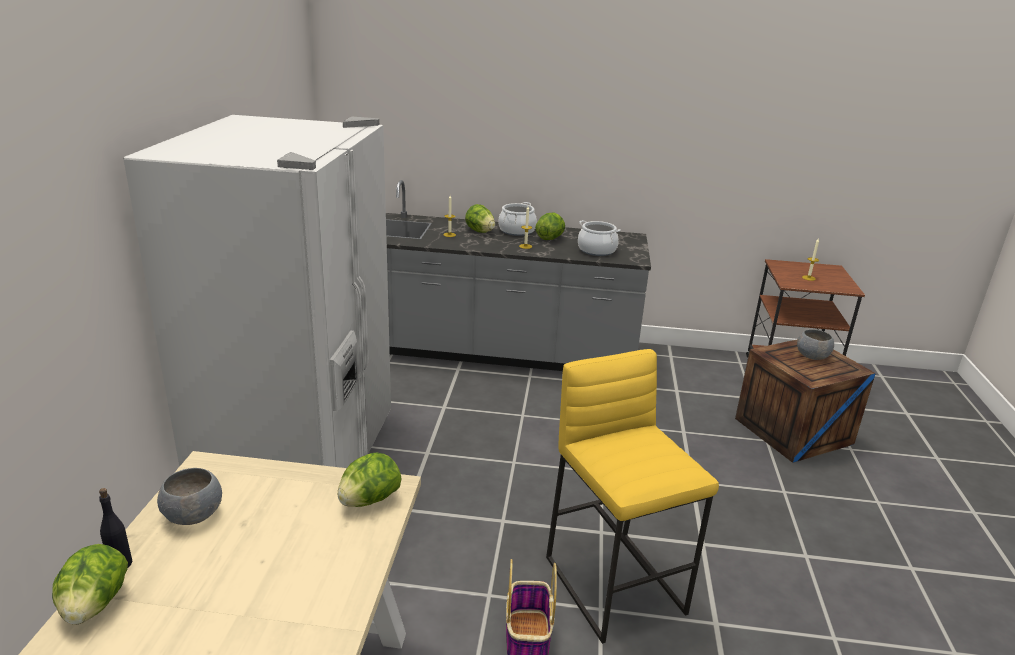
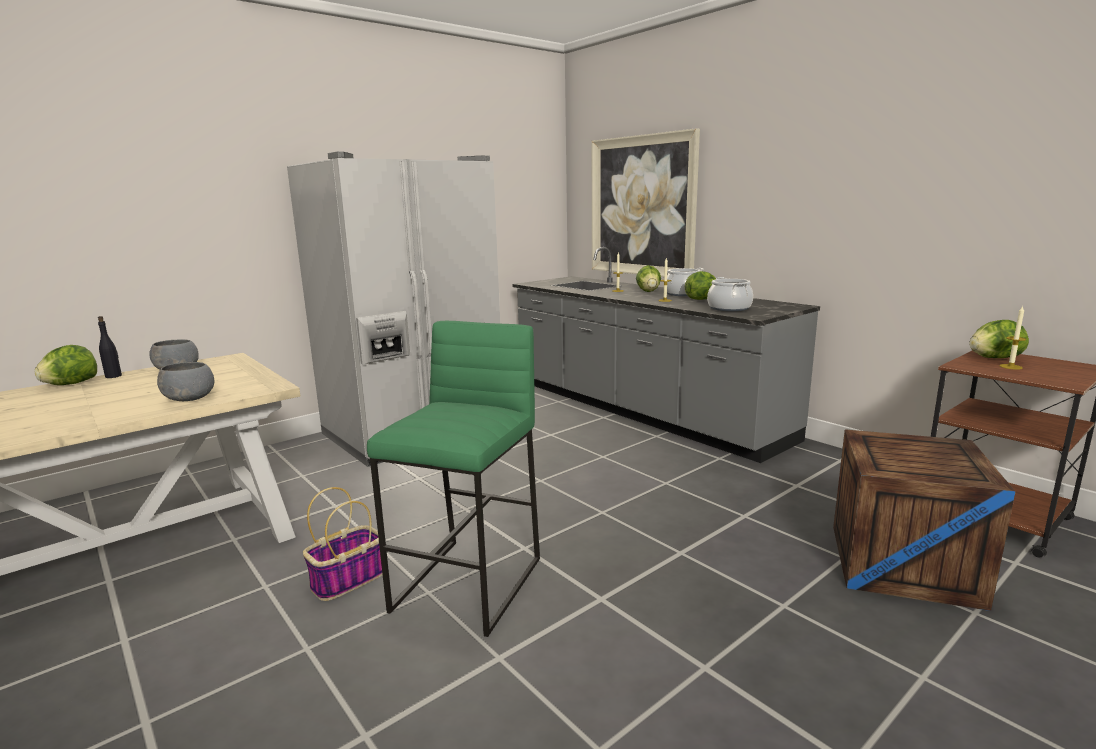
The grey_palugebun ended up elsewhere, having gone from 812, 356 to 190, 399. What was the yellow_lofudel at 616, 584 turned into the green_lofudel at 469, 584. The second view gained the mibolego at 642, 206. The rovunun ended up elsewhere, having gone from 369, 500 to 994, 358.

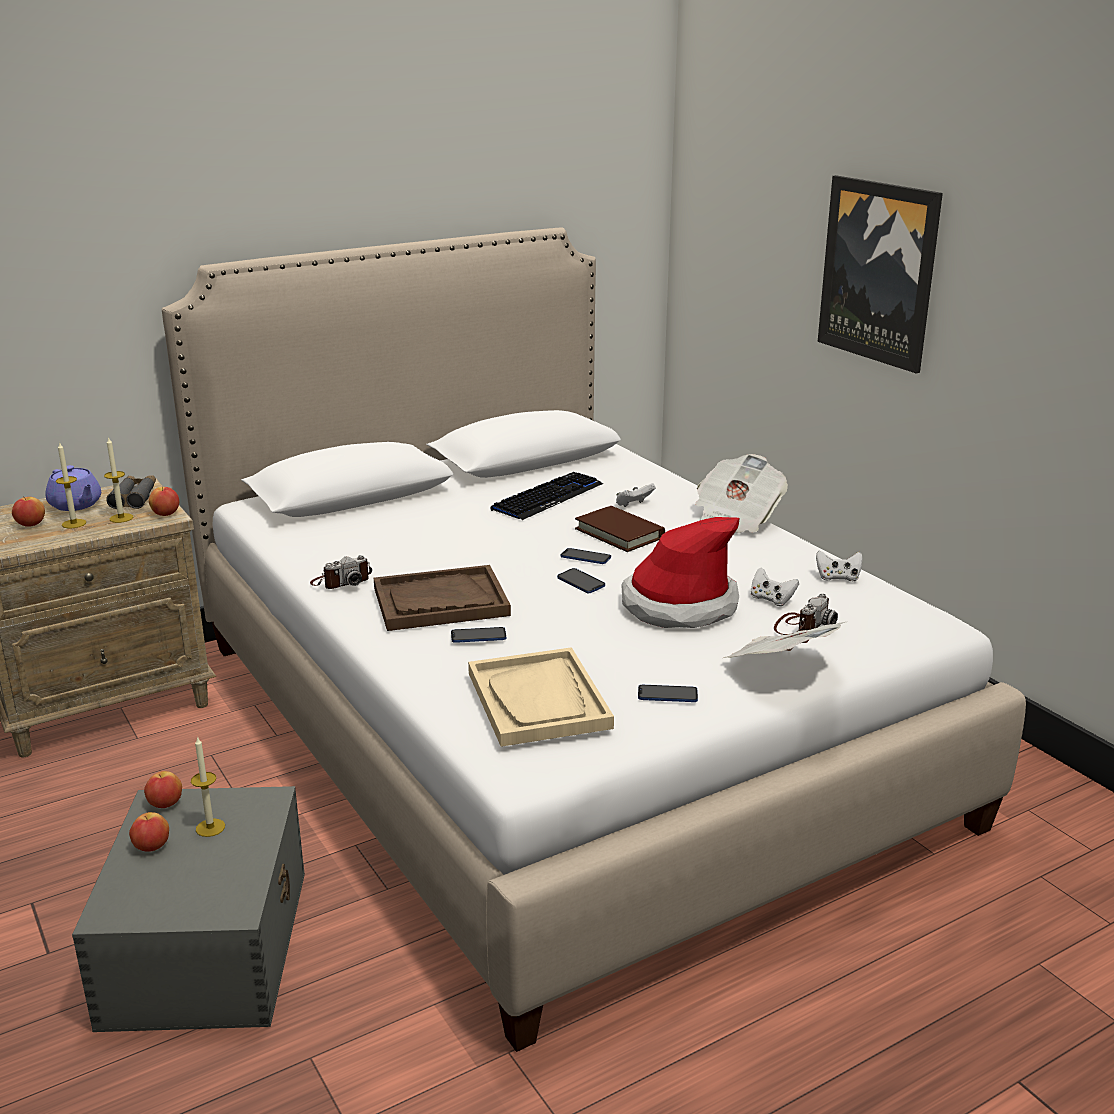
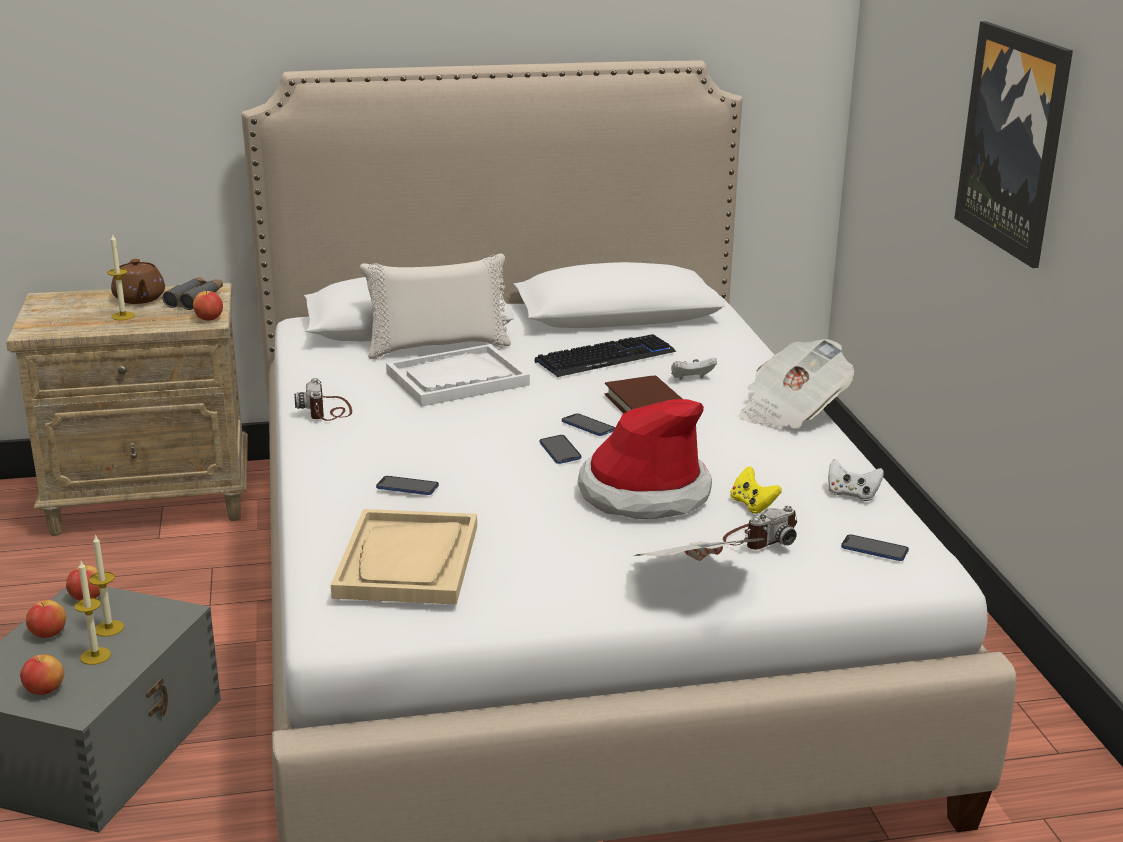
The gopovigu ended up elsewhere, having gone from 31, 525 to 44, 690. The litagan ended up elsewhere, having gone from 121, 518 to 95, 656. What was the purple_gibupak at 76, 505 turned into the brown_gibupak at 139, 299. The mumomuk at 341, 581 ended up facing another way, 90 degrees clockwise from before. The second view gained the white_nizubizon at 438, 347. The second view gained the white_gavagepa at 457, 379. What was the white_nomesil at 771, 599 turned into the yellow_nomesil at 752, 505. The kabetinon ended up elsewhere, having gone from 667, 695 to 874, 549. The second view lost the brown_gavagepa at 440, 602.

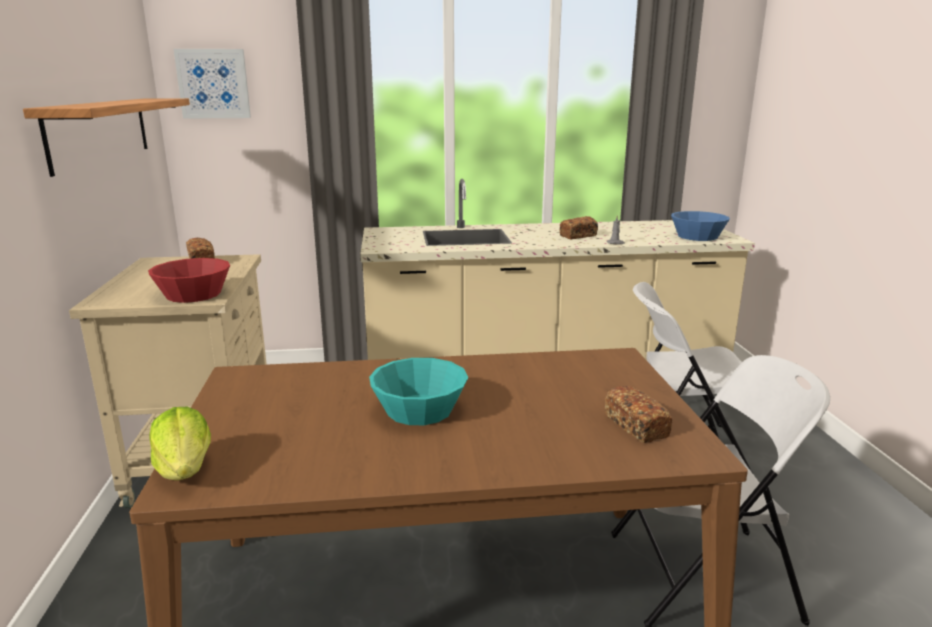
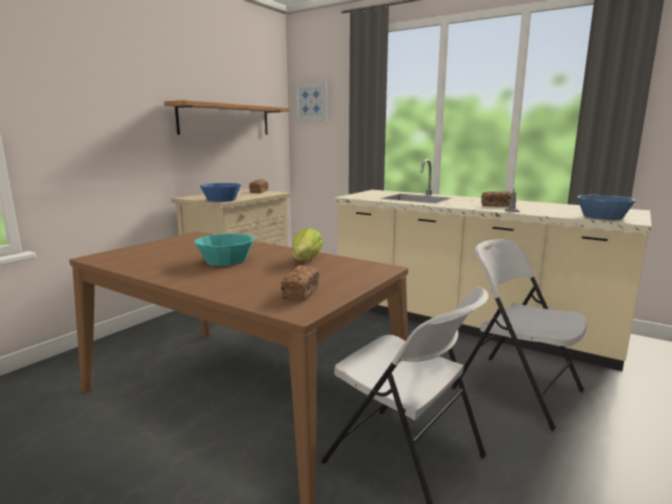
What was the red_palugebun at 194, 294 turned into the blue_palugebun at 221, 199. The rovunun ended up elsewhere, having gone from 185, 469 to 307, 259.

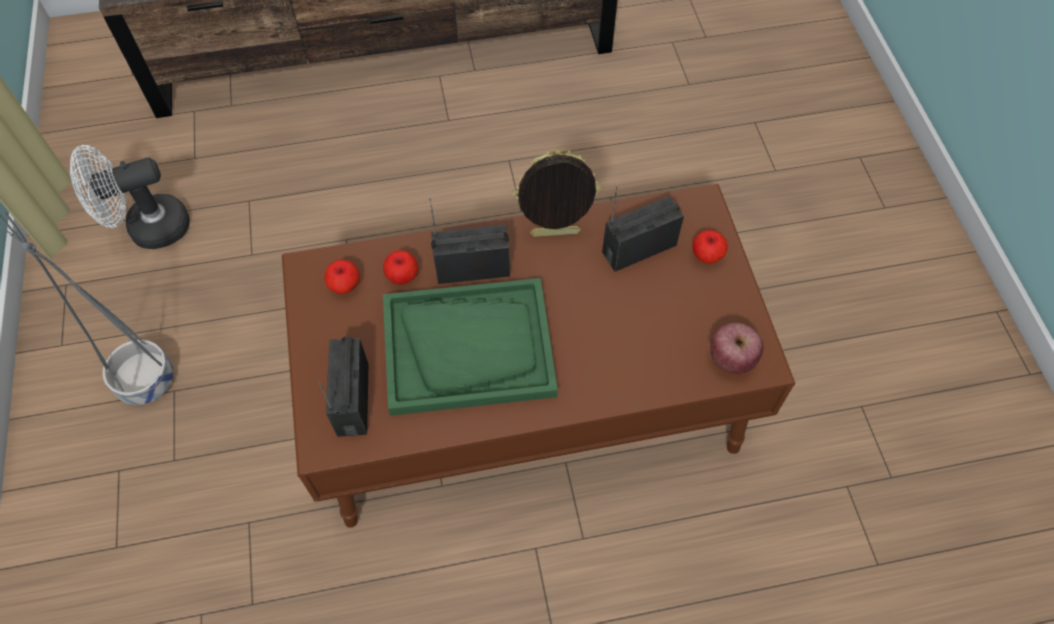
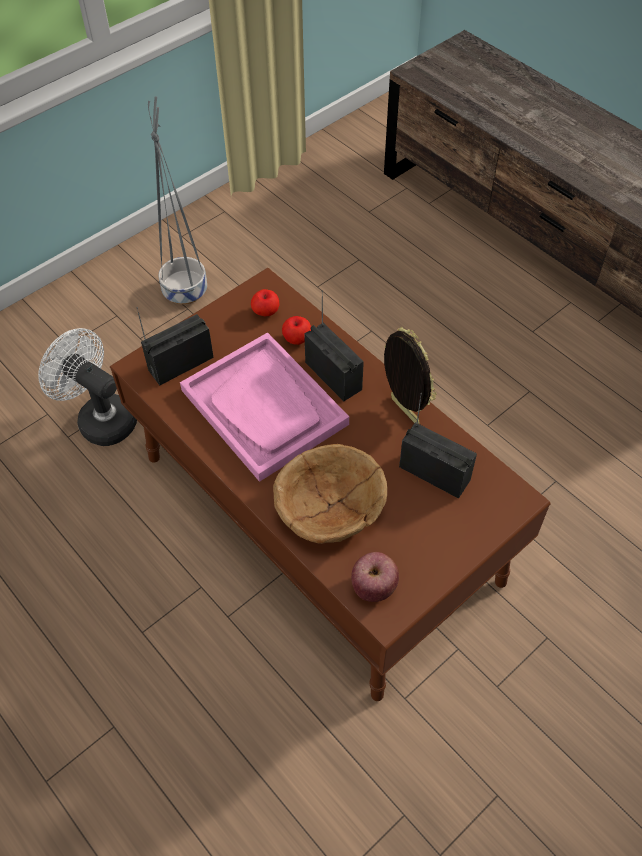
The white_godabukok ended up elsewhere, having gone from 149, 229 to 100, 418. What was the green_gavagepa at 469, 348 turned into the pink_gavagepa at 264, 407. The second view gained the brown_palugebun at 329, 509. The second view lost the gopovigu at 707, 256.

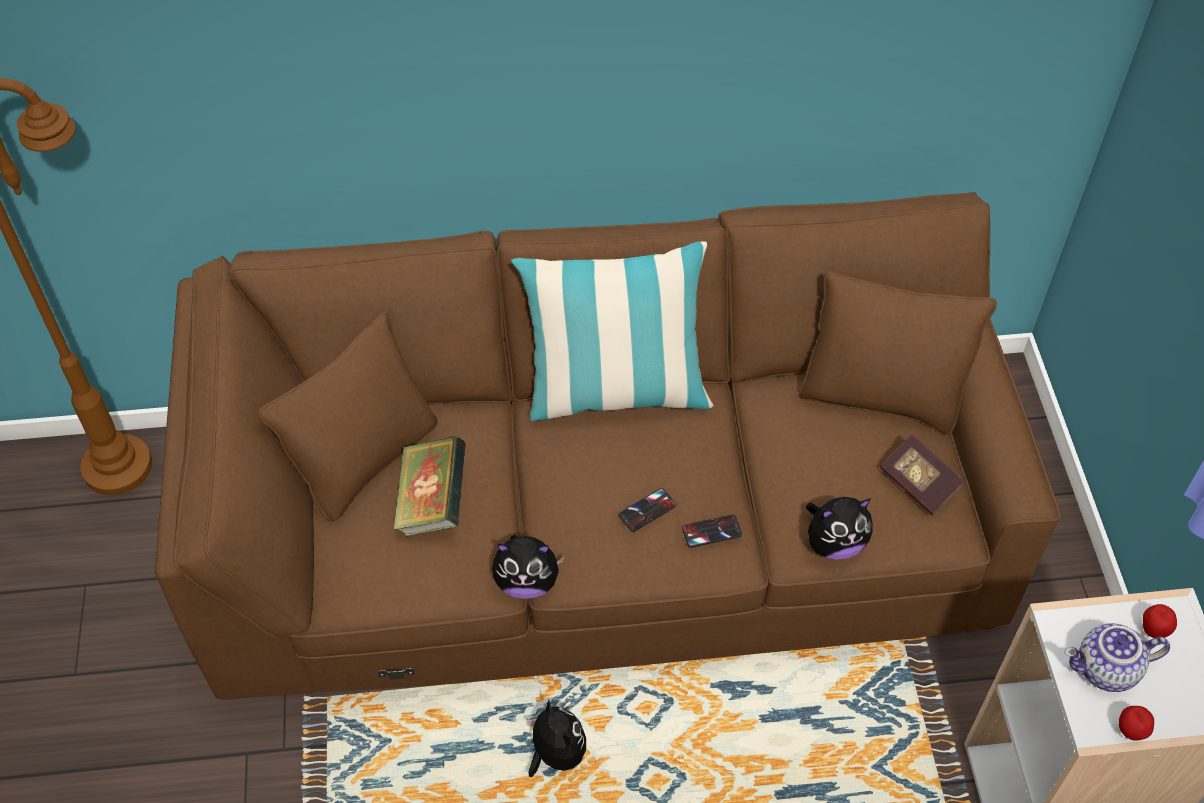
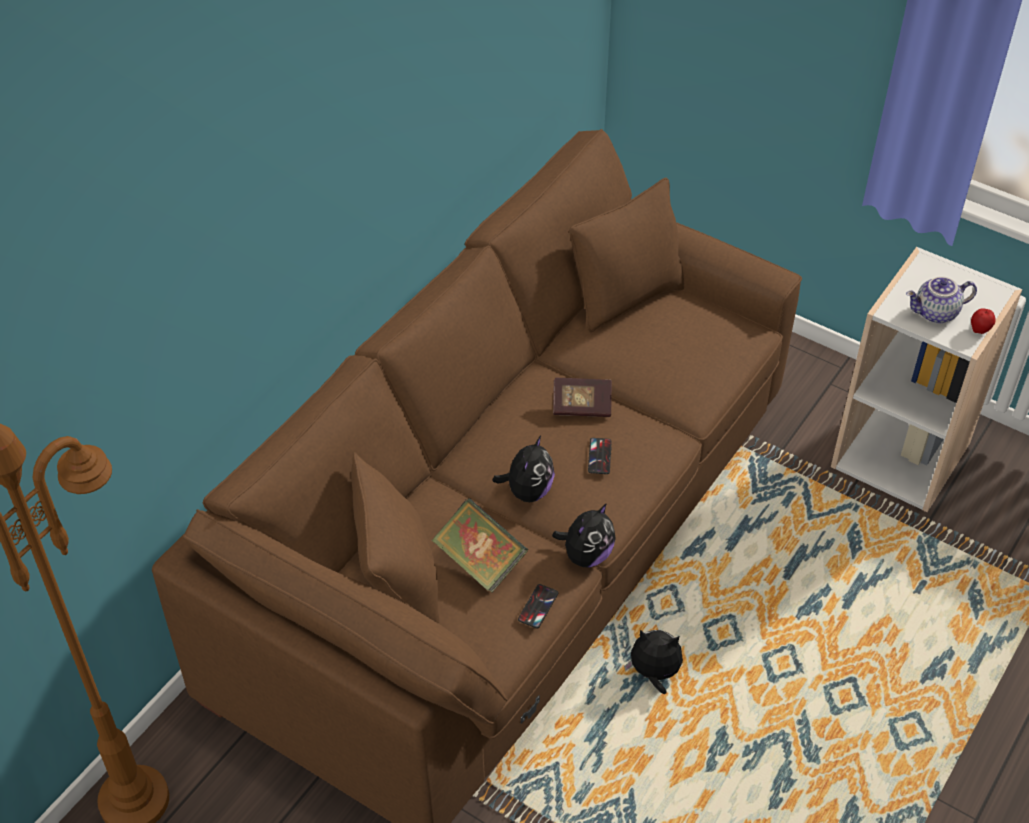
The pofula ended up elsewhere, having gone from 834, 544 to 527, 491. The kabetinon ended up elsewhere, having gone from 711, 531 to 538, 606. The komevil ended up elsewhere, having gone from 918, 483 to 581, 406. The gibupak at 1106, 671 ended up facing another way, 45 degrees clockwise from before. The second view lost the nizubizon at 616, 393. The second view lost the gopovigu at 1153, 631.

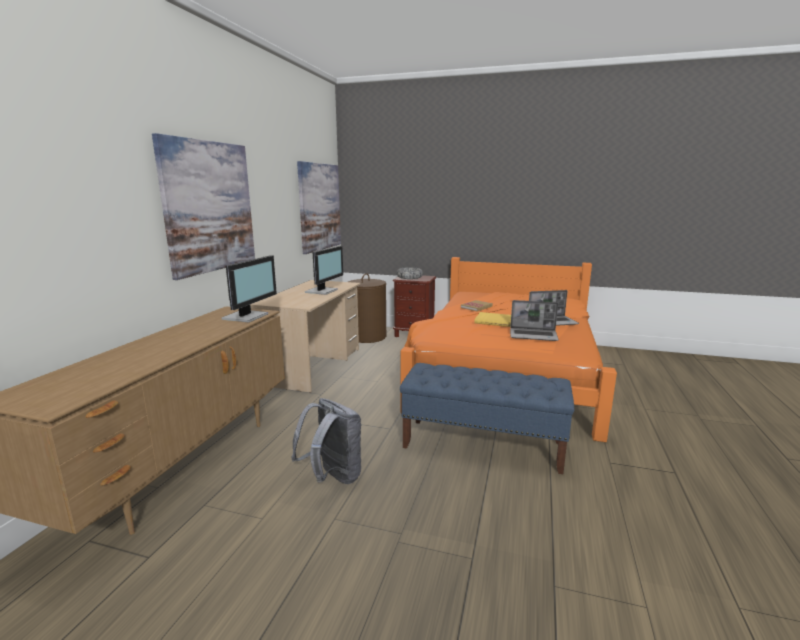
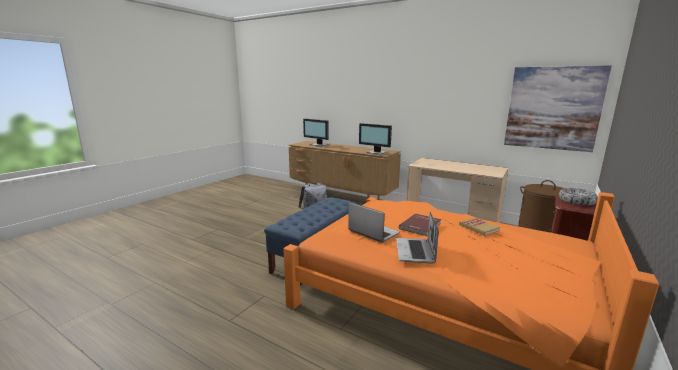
The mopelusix ended up elsewhere, having gone from 323, 291 to 319, 145. The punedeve at 534, 335 ended up facing another way, 105 degrees clockwise from before. What was the yellow_komevil at 495, 321 turned into the red_komevil at 421, 226. The second view lost the mibolego at 209, 207.

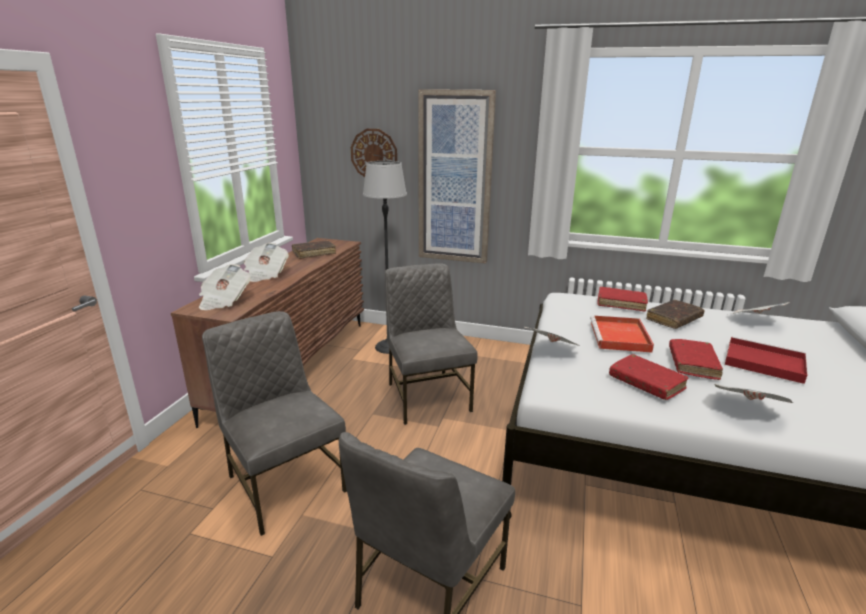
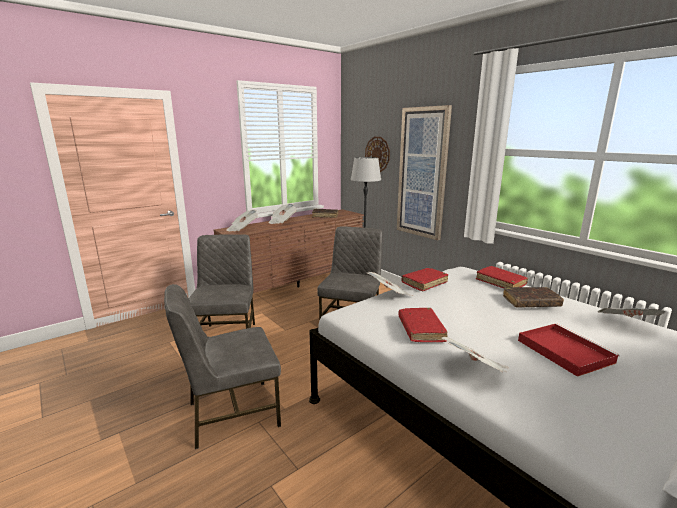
The red_komevil ended up elsewhere, having gone from 692, 364 to 424, 283. The second view lost the red_gavagepa at 620, 337.

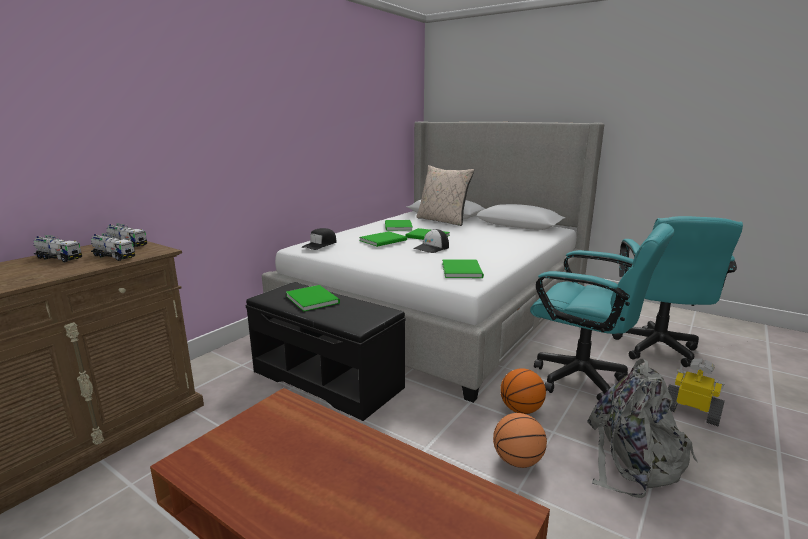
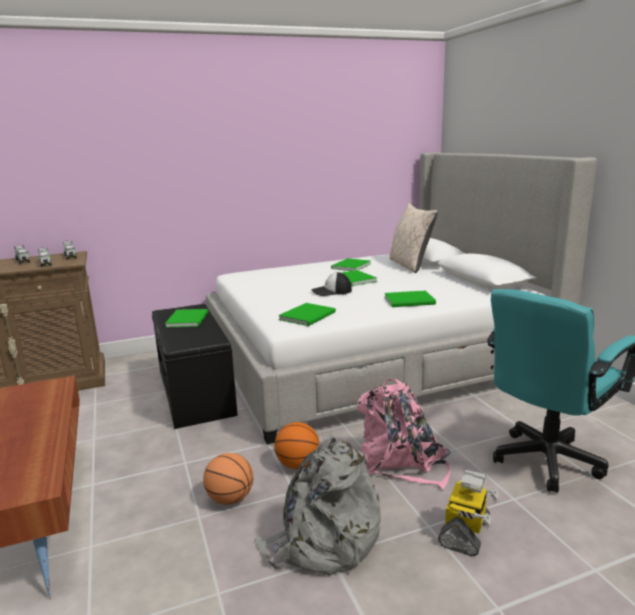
Where the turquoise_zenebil stood at 584, 380, the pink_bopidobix came to stand at 400, 463. The green_komevil ended up elsewhere, having gone from 385, 240 to 411, 301. The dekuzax at 692, 412 ended up facing another way, 45 degrees clockwise from before. The second view lost the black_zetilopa at 320, 245.

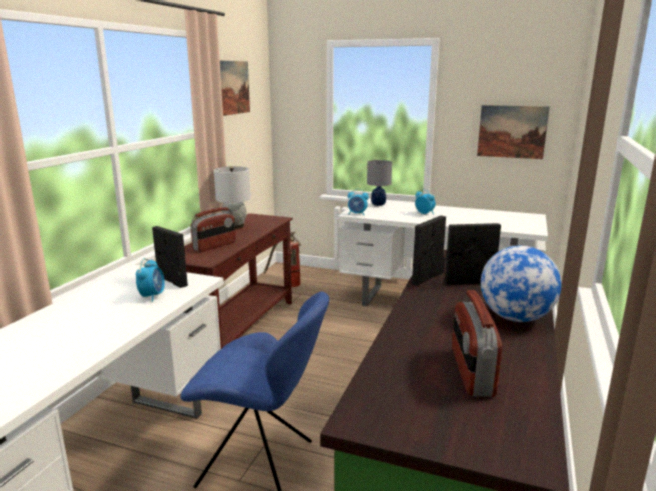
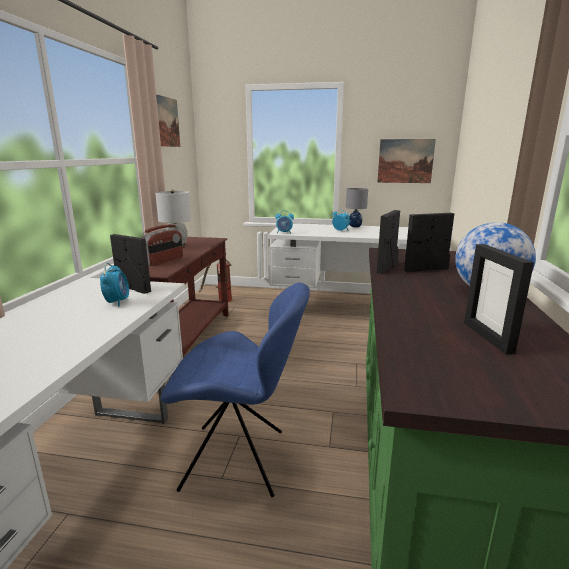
The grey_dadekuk ended up elsewhere, having gone from 377, 204 to 354, 226. Where the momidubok stood at 471, 372, the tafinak came to stand at 489, 337.

